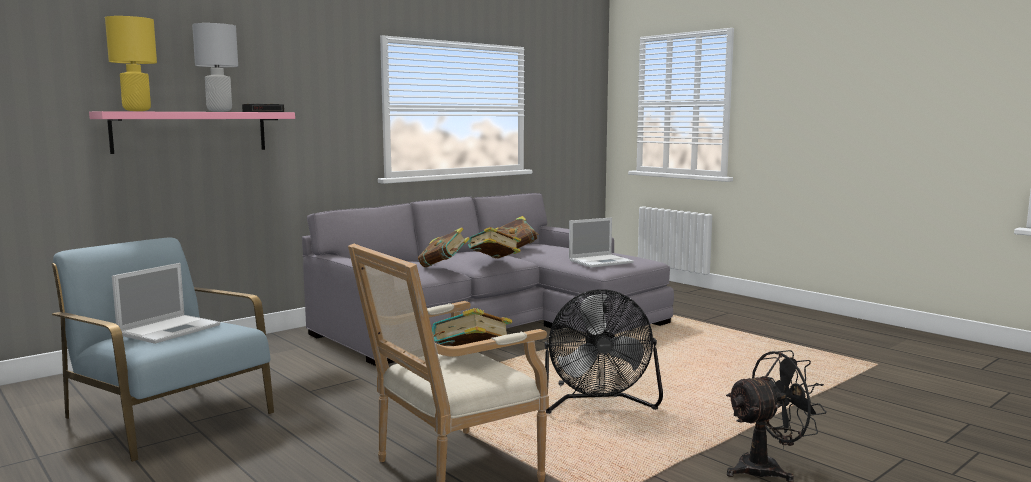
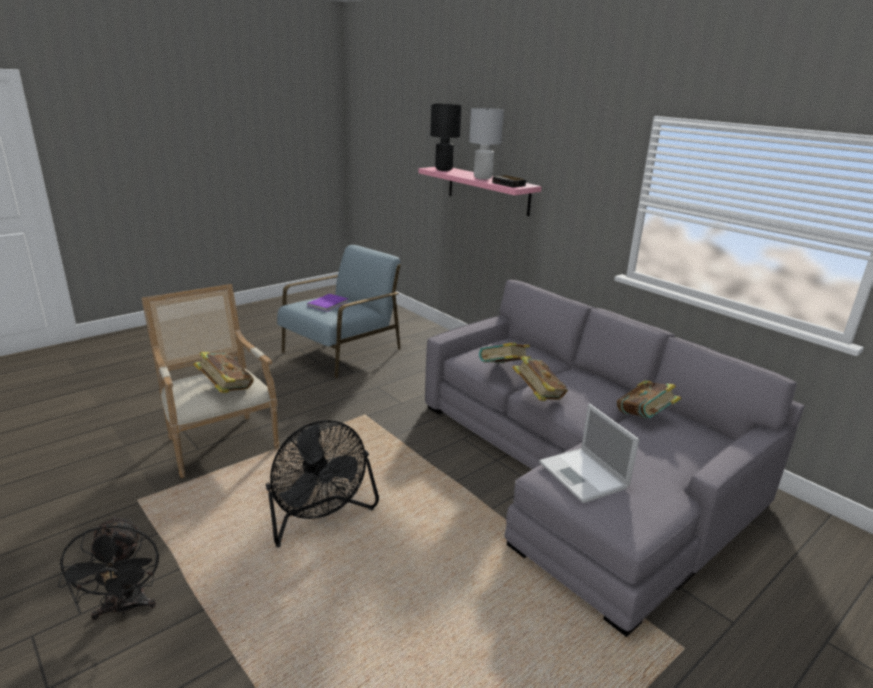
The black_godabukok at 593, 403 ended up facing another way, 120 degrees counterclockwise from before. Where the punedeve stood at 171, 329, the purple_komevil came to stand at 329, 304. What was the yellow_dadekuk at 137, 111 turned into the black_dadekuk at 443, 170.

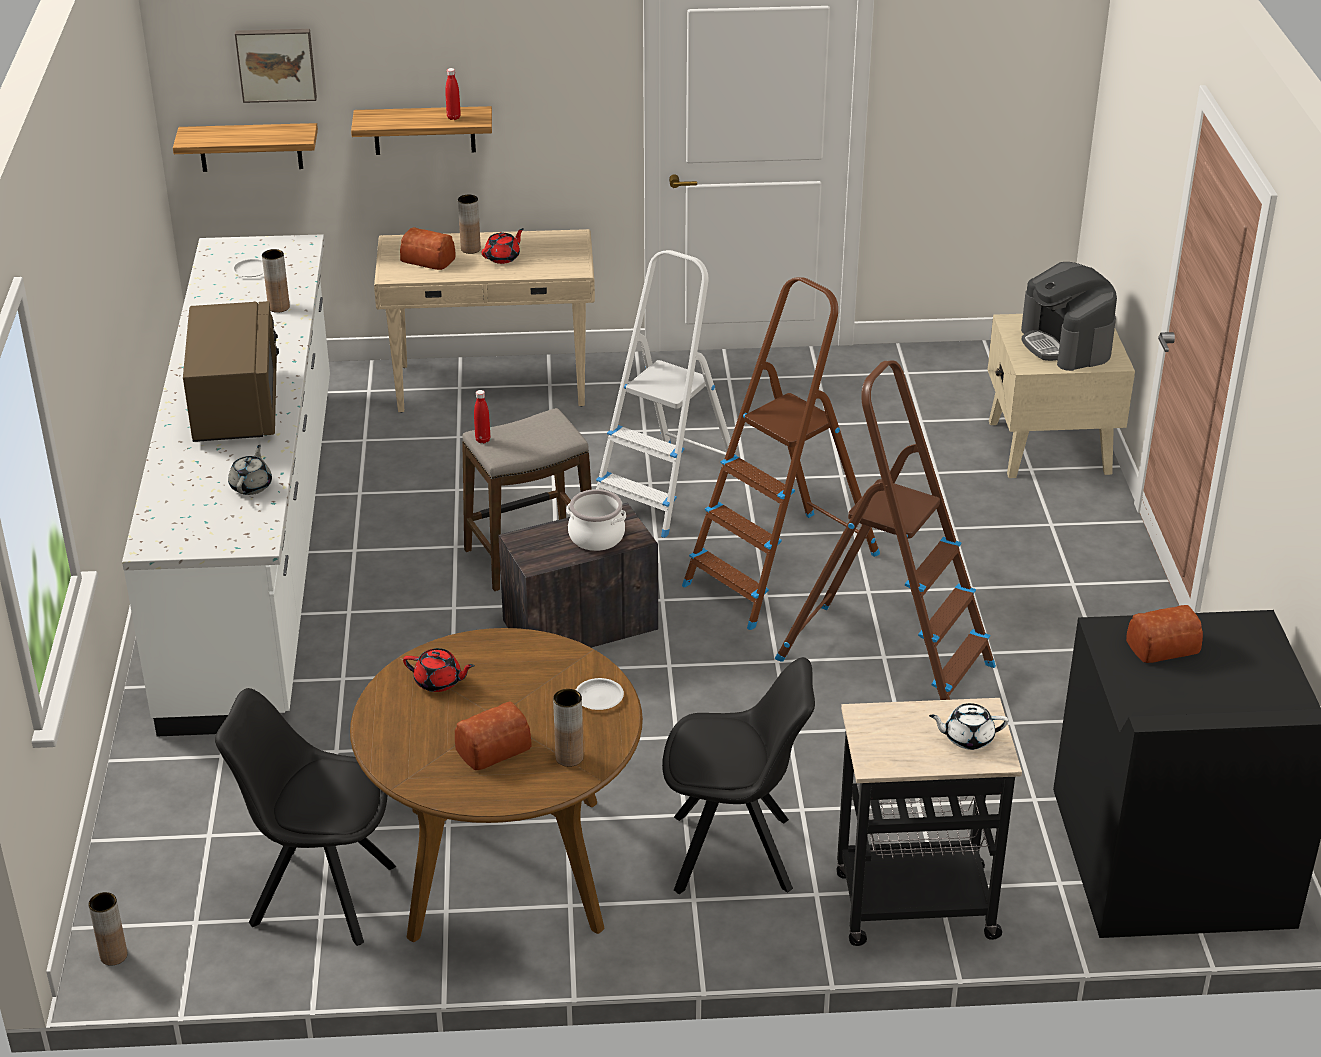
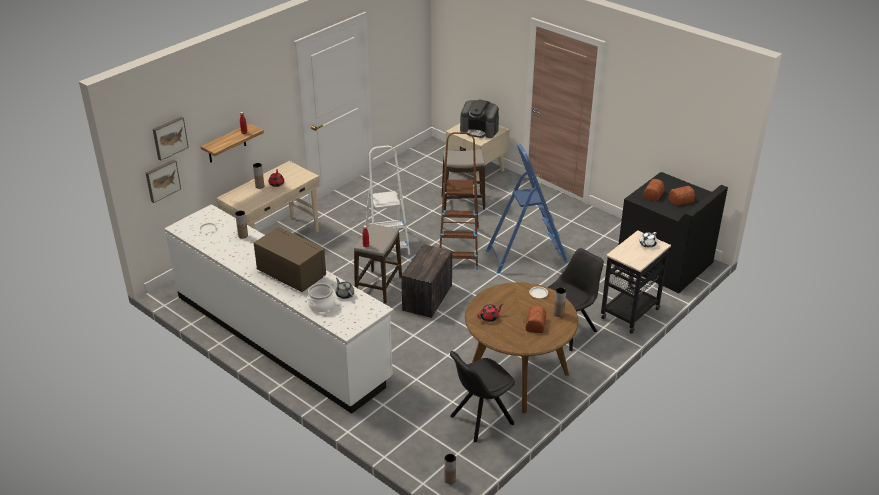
Where the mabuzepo hung at 250, 147, the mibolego came to hang at 162, 180. The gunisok ended up elsewhere, having gone from 596, 537 to 321, 305. The second view gained the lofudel at 463, 202. What was the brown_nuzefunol at 886, 662 turned into the blue_nuzefunol at 527, 256. The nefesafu ended up elsewhere, having gone from 427, 259 to 680, 200.

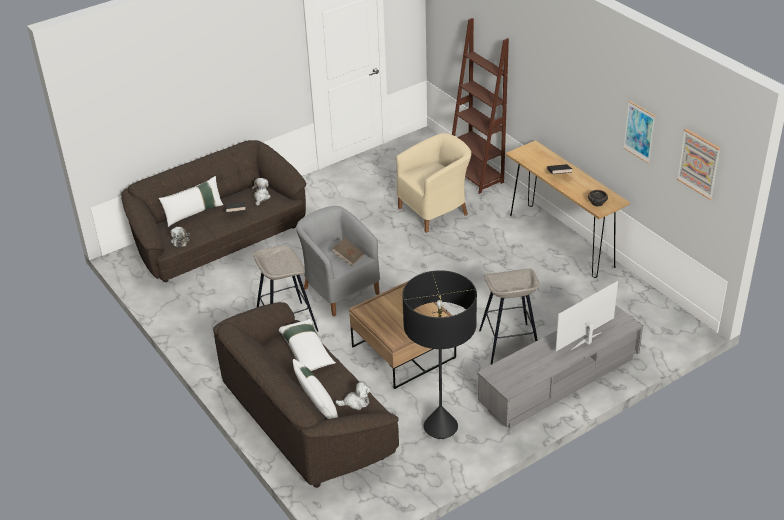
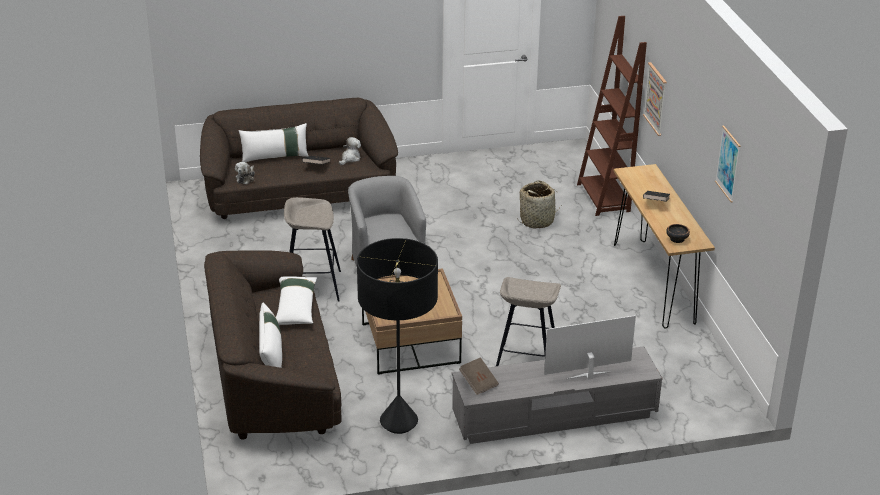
The brown_komevil ended up elsewhere, having gone from 348, 257 to 478, 383. Where the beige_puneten stood at 435, 210, the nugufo came to stand at 537, 220. The mibolego ended up elsewhere, having gone from 699, 163 to 656, 98. The second view lost the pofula at 356, 402.

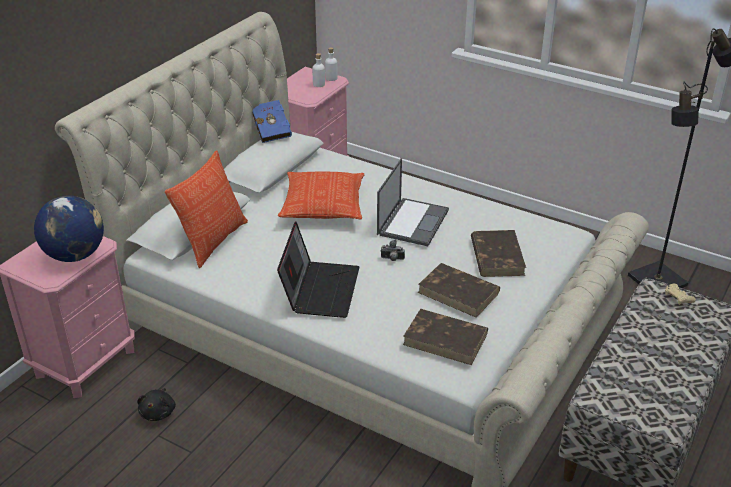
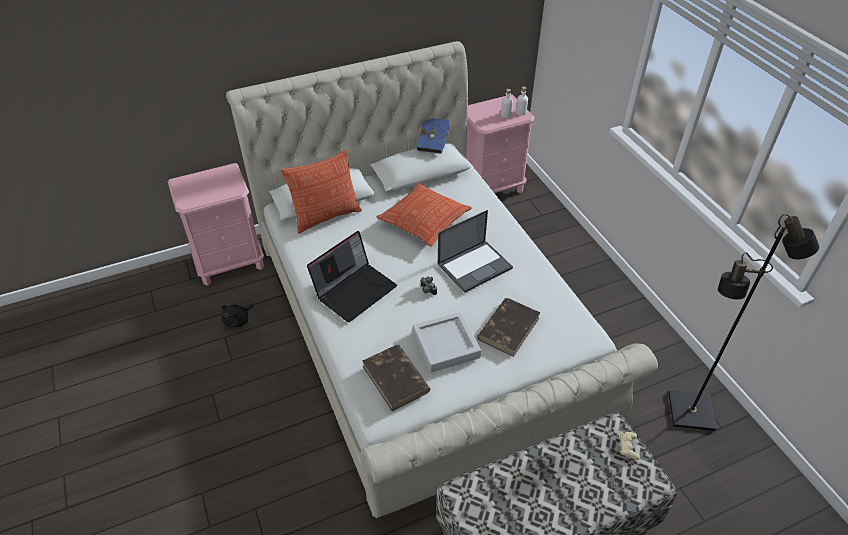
Where the brown_komevil stood at 459, 293, the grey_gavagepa came to stand at 446, 345. The second view lost the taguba at 75, 255.

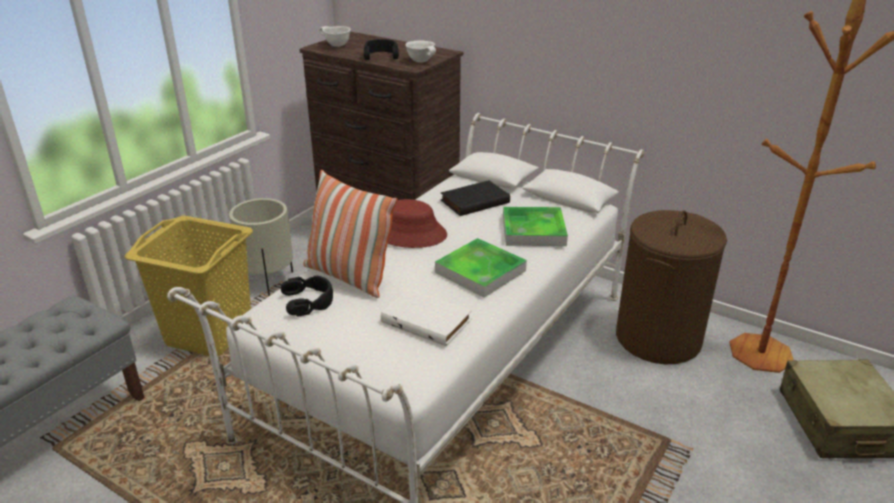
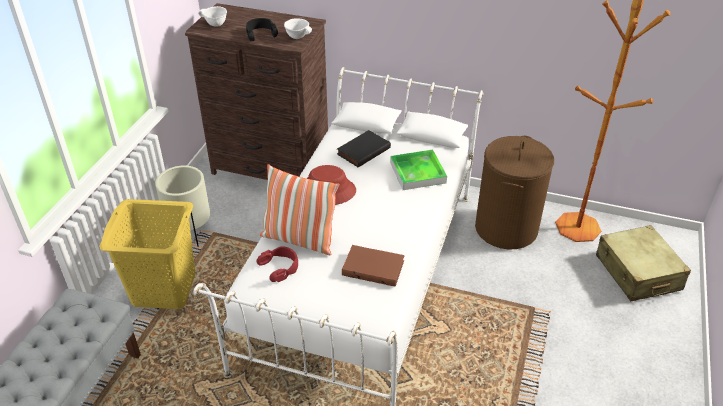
What was the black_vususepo at 309, 301 turned into the red_vususepo at 280, 267. What was the white_komevil at 428, 320 turned into the brown_komevil at 374, 267. The second view lost the gavagepa at 480, 271.

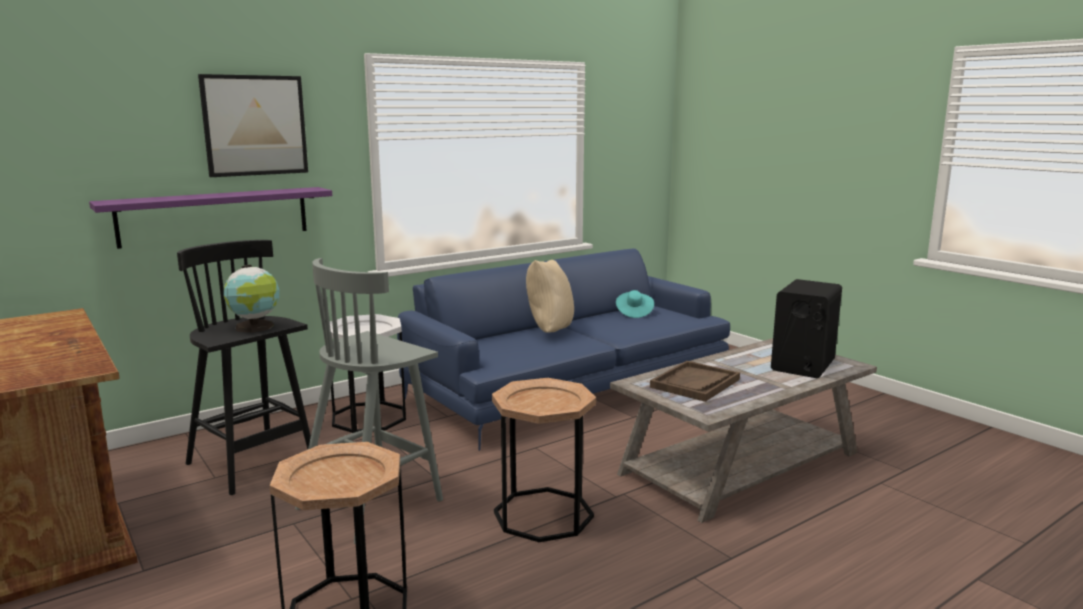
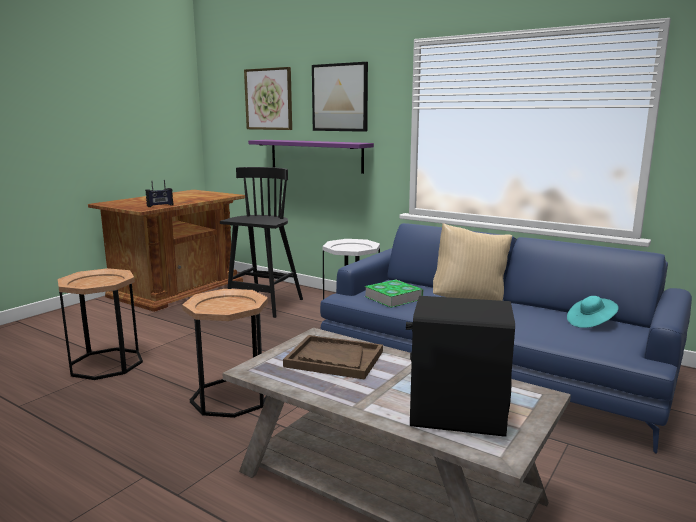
The second view gained the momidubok at 160, 205. The second view gained the mibolego at 269, 99. The second view gained the komevil at 393, 298. The second view lost the taguba at 255, 327. The second view lost the grey_lofudel at 374, 501.

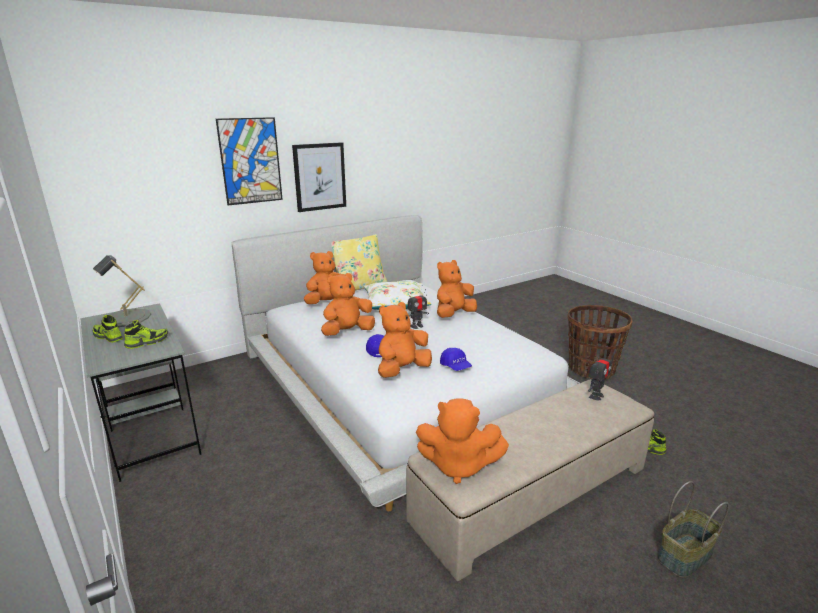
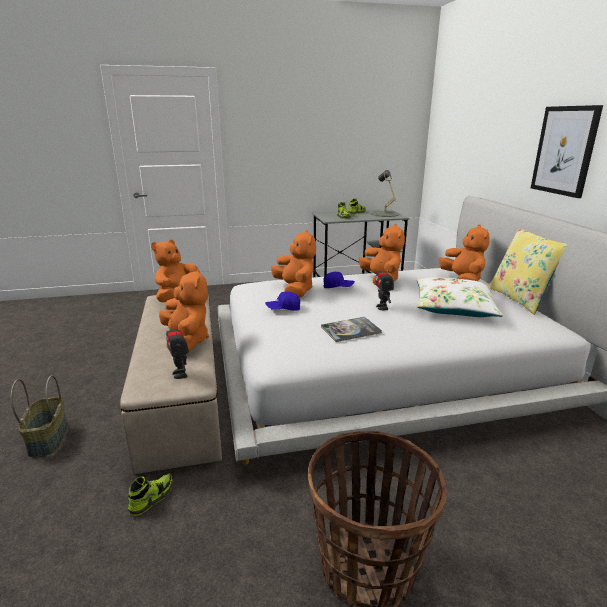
The orange_pofula ended up elsewhere, having gone from 453, 314 to 186, 341. The second view gained the komevil at 350, 330. The second view lost the mibolego at 250, 161.

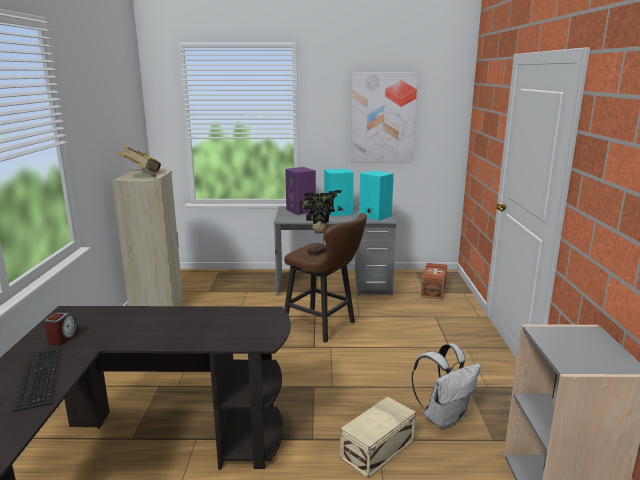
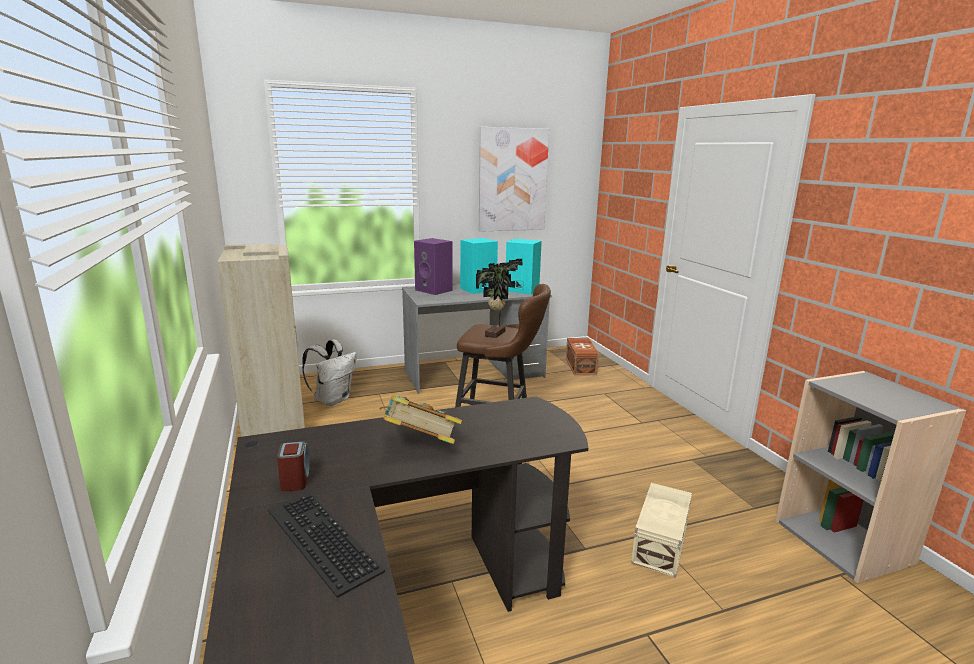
The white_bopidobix ended up elsewhere, having gone from 444, 417 to 333, 400. The komevil ended up elsewhere, having gone from 141, 173 to 420, 445.

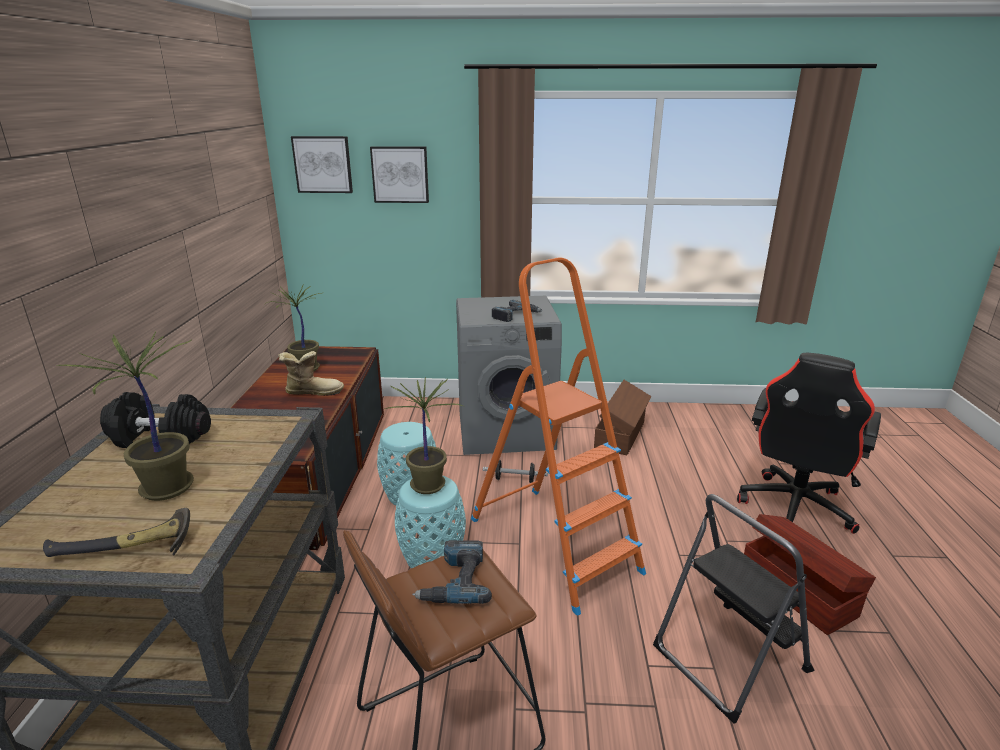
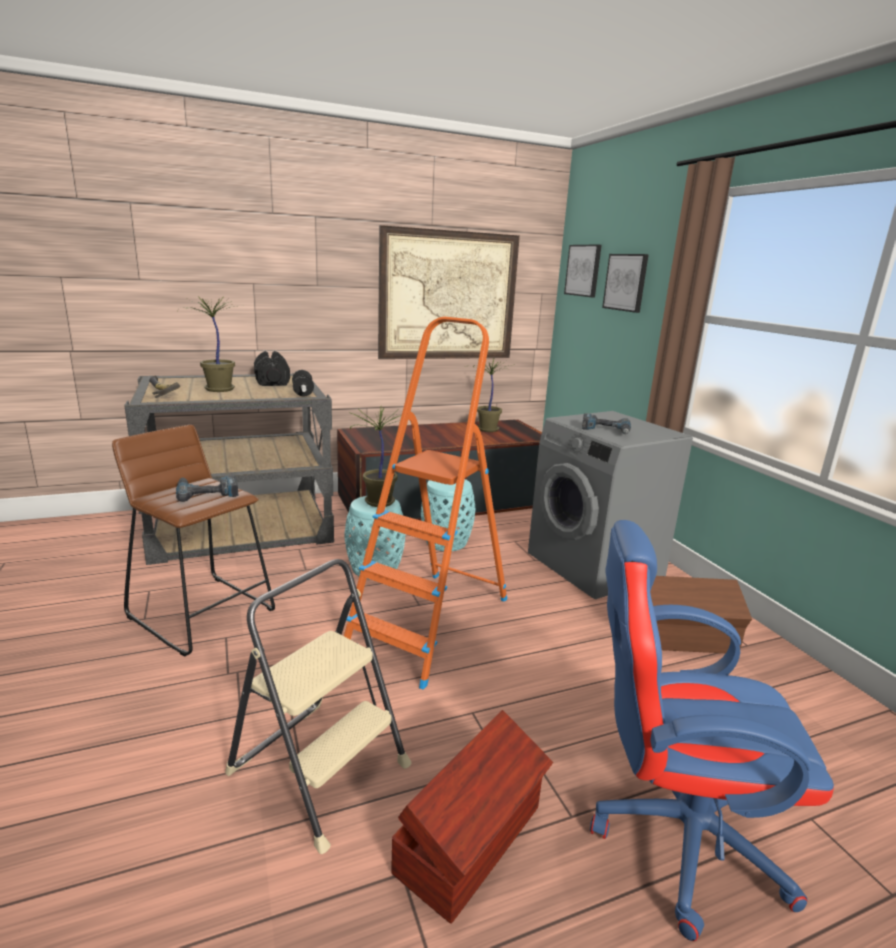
What was the black_nuzefunol at 726, 659 turned into the beige_nuzefunol at 315, 764. The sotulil ended up elsewhere, having gone from 515, 479 to 303, 392. The second view gained the mibolego at 448, 296. What was the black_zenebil at 792, 512 turned into the blue_zenebil at 669, 836. The second view lost the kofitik at 313, 392.

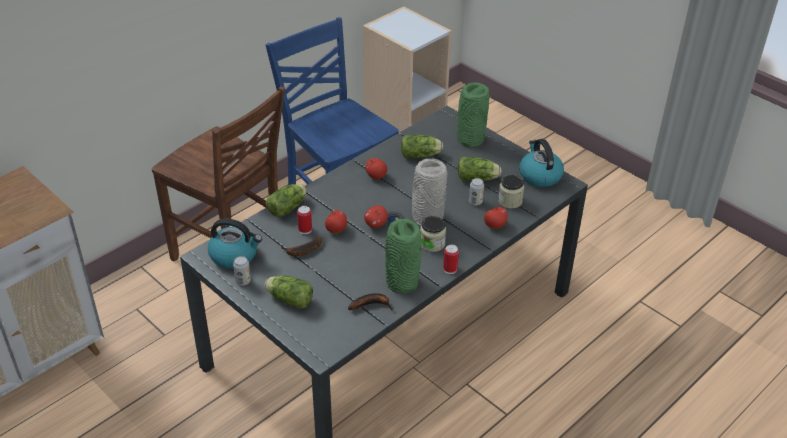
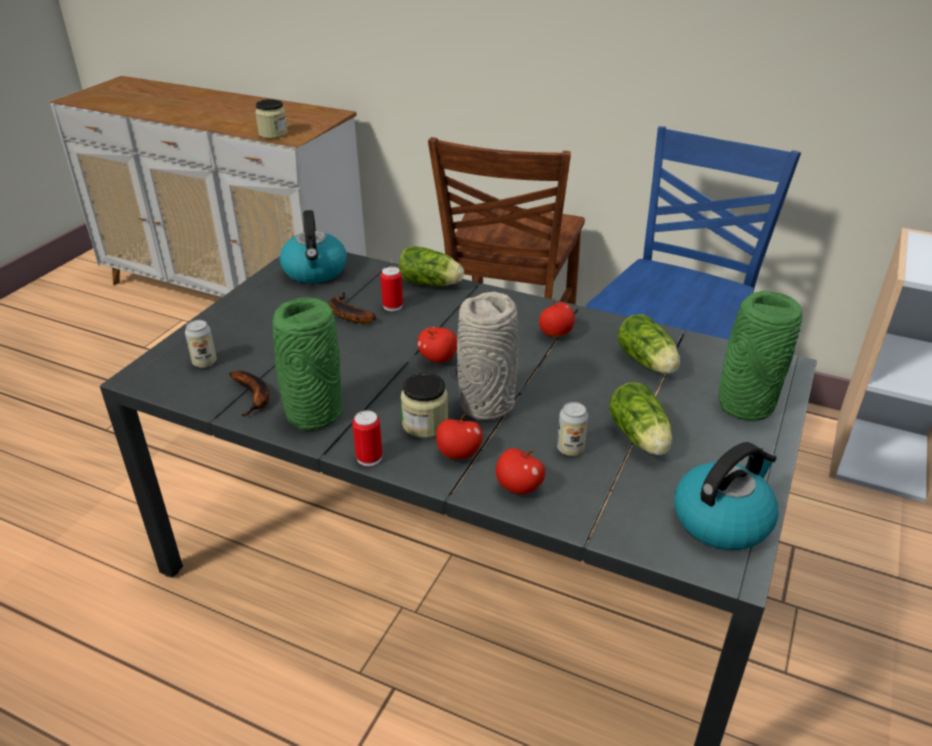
The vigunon ended up elsewhere, having gone from 243, 281 to 204, 362. The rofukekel ended up elsewhere, having gone from 510, 201 to 273, 134. The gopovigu ended up elsewhere, having gone from 336, 230 to 458, 454. The second view lost the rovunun at 288, 299.

